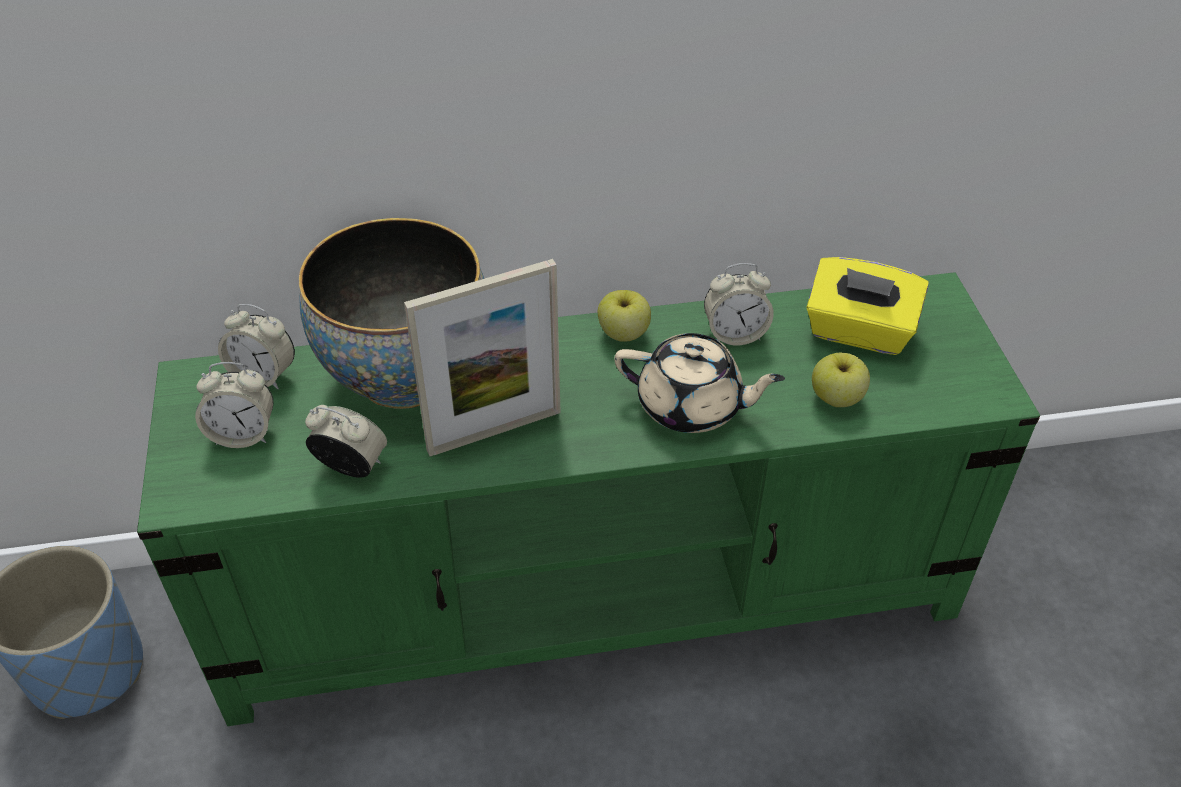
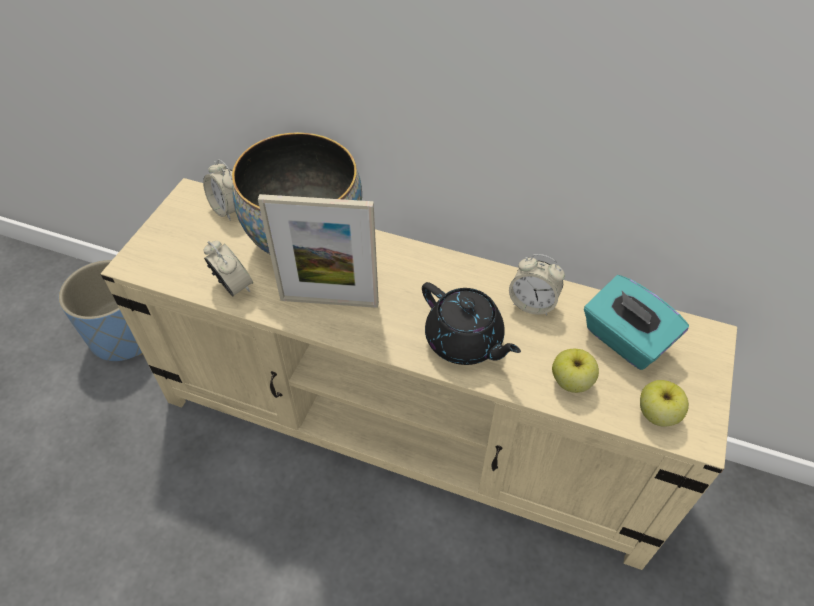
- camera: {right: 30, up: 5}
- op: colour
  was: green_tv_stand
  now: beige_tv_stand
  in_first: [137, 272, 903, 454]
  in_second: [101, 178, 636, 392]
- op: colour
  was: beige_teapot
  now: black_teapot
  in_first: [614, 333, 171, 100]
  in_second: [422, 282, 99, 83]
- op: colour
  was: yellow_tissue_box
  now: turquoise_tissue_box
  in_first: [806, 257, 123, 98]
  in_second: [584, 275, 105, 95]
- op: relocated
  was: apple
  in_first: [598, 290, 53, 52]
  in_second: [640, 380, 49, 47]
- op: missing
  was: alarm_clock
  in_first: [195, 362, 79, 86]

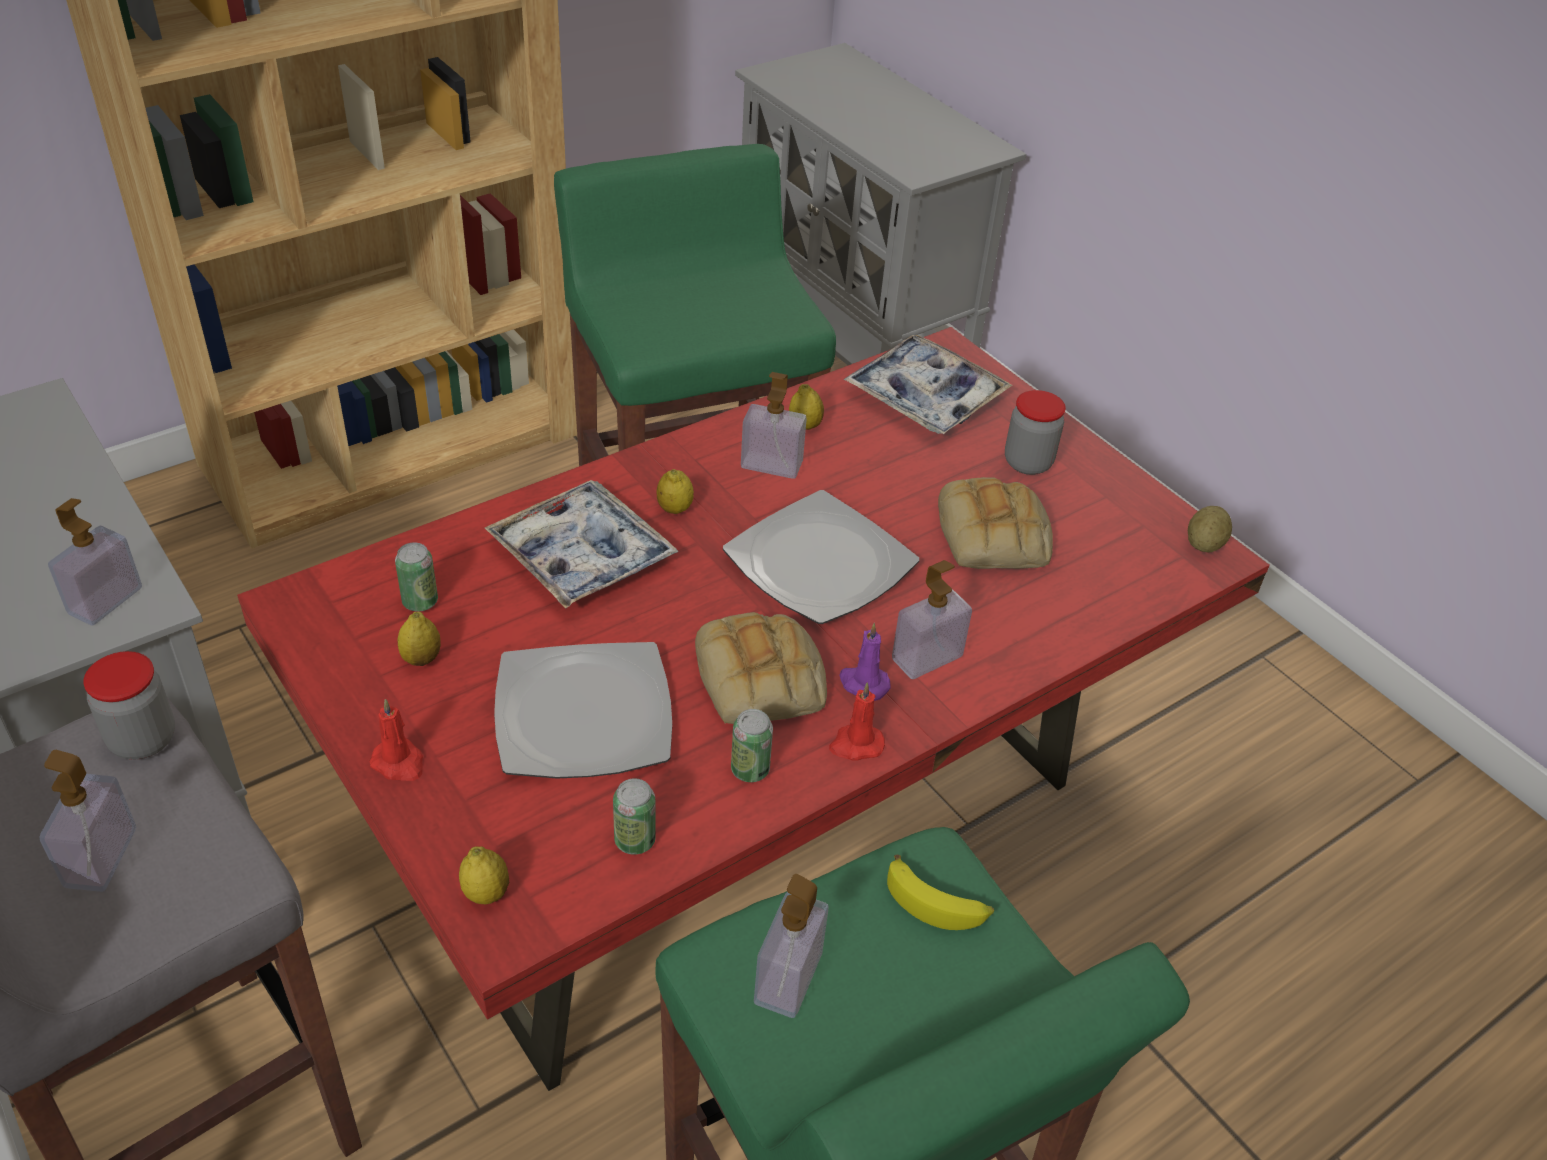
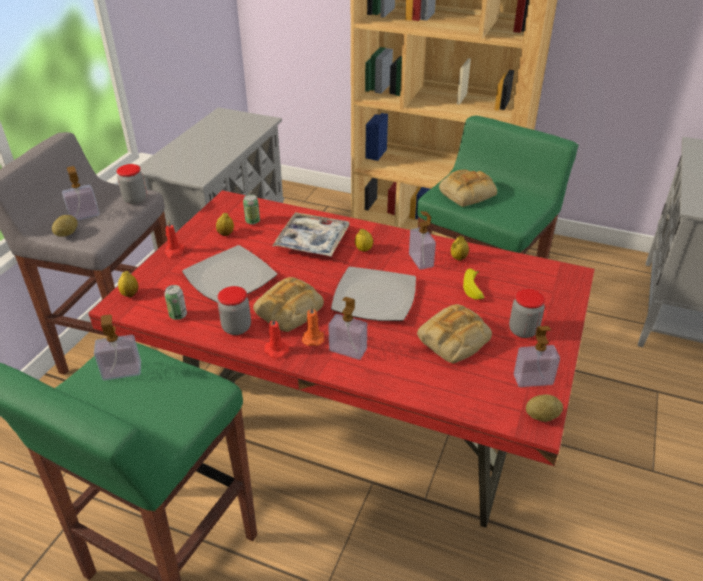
- camera: {right: 60, up: -5}
- op: appeared
  now: potato
  in_second: [52, 215, 25, 22]
- op: exchanged
  was: can
  now: jar
  in_first: [731, 709, 42, 73]
  in_second: [218, 286, 33, 49]
- op: colour
  was: purple_candle
  now: orange_candle
  in_first: [839, 623, 52, 78]
  in_second: [302, 305, 22, 41]
- op: appeared
  now: bread
  in_second: [439, 170, 58, 37]
- op: relocated
  was: banana
  in_first: [887, 855, 107, 75]
  in_second: [463, 269, 21, 31]
- op: relocated
  was: soap_dispenser
  in_first: [48, 498, 94, 128]
  in_second: [514, 326, 46, 61]
- op: missing
  was: tray
  in_first: [843, 334, 169, 100]

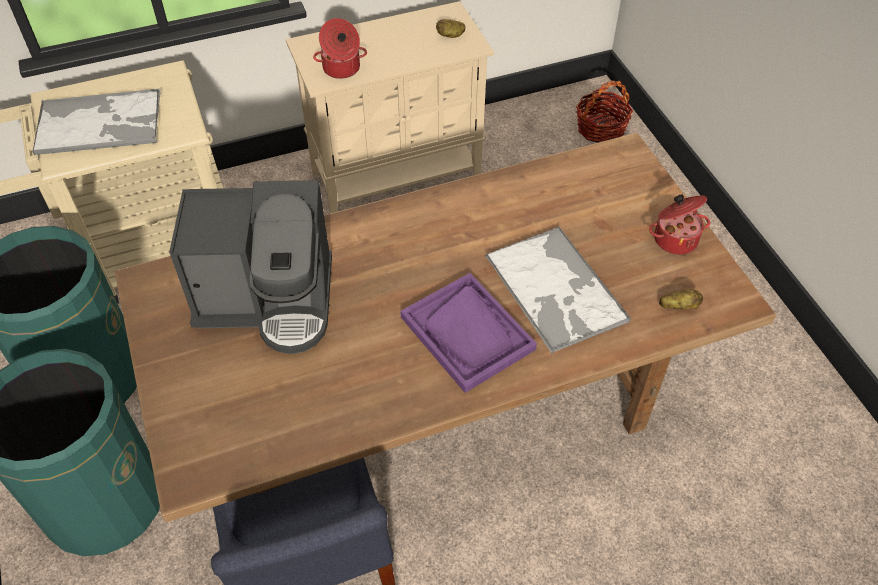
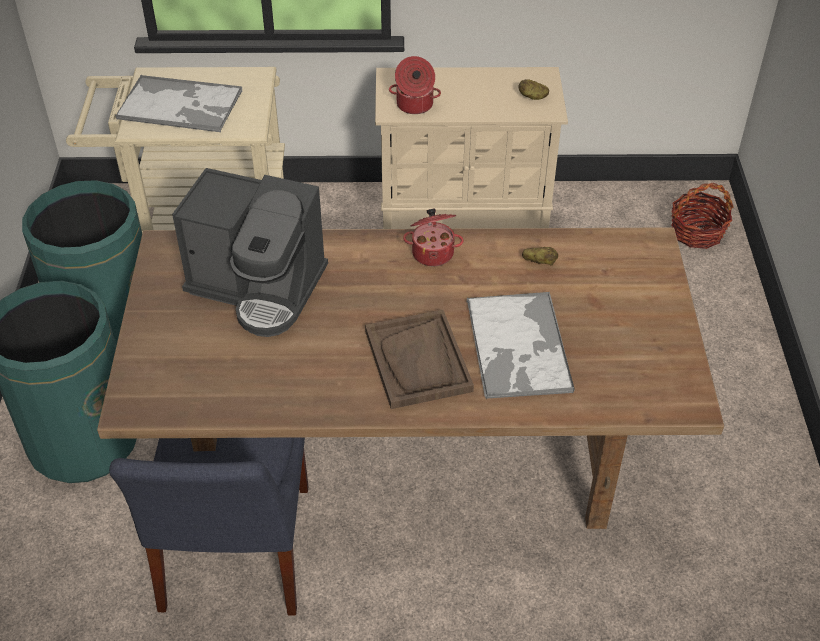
- camera: {right: 20, up: -5}
- op: colour
  was: purple_tray
  now: brown_tray
  in_first: [400, 273, 137, 120]
  in_second: [365, 310, 109, 99]
- op: relocated
  was: cooking_pot
  in_first: [649, 194, 61, 61]
  in_second: [403, 208, 61, 58]
- op: relocated
  was: potato
  in_first: [659, 289, 44, 20]
  in_second: [522, 247, 36, 18]

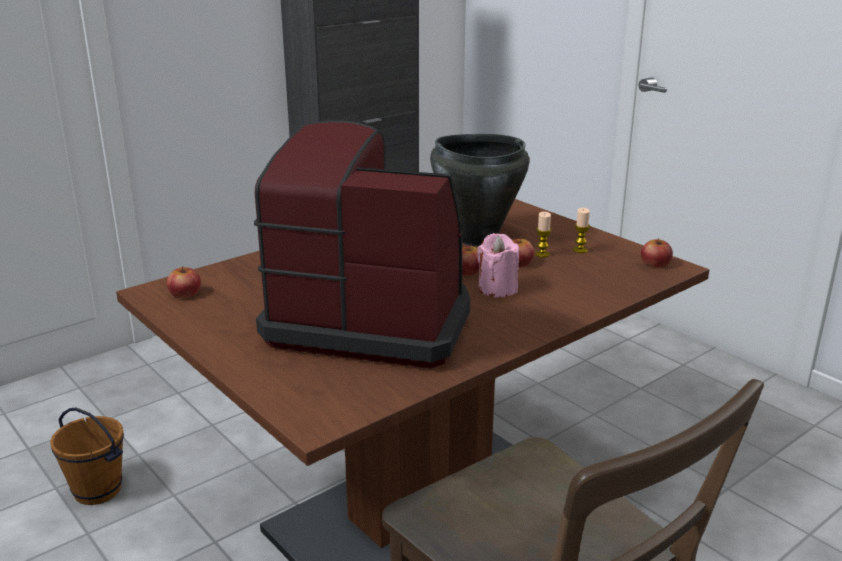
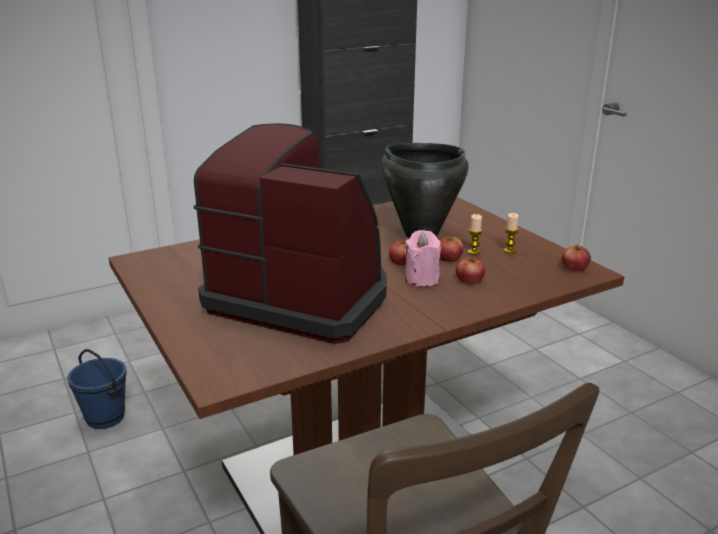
- camera: {right: 10, up: 0}
- op: colour
  was: brown_bucket
  now: blue_bucket
  in_first: [50, 408, 74, 97]
  in_second: [67, 349, 60, 80]
- op: relocated
  was: apple
  in_first: [167, 266, 34, 32]
  in_second: [456, 256, 29, 28]

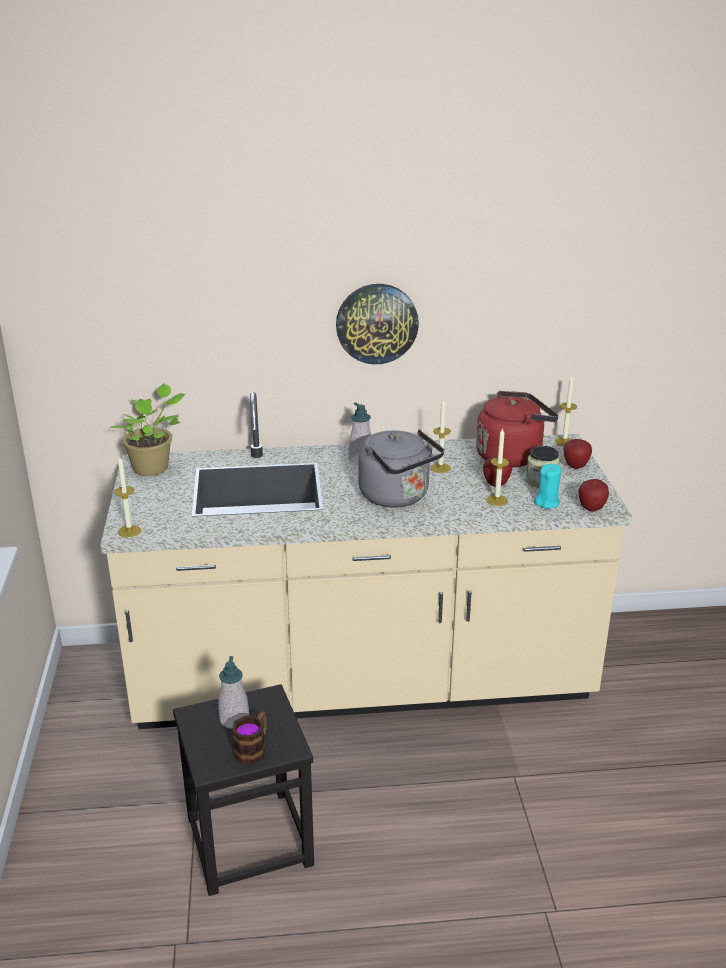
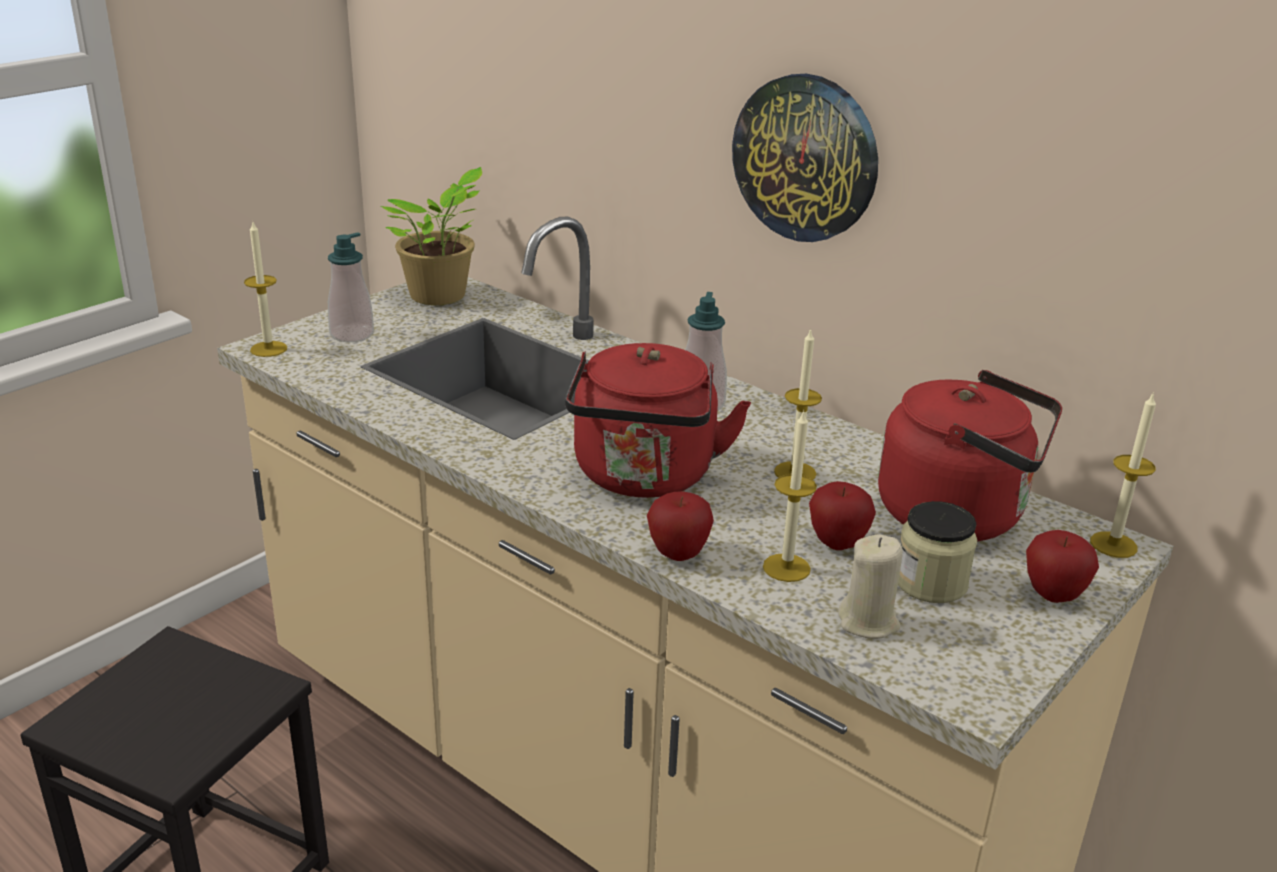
- camera: {right: 45, up: 0}
- op: relocated
  was: soap_dispenser
  in_first: [218, 656, 31, 73]
  in_second: [328, 232, 46, 110]
- op: colour
  was: grey_kettle
  now: red_kettle
  in_first: [358, 429, 86, 79]
  in_second: [565, 343, 186, 155]
- op: relocated
  was: apple
  in_first: [579, 479, 30, 33]
  in_second: [647, 491, 67, 70]
- op: colour
  was: turquoise_candle
  now: beige_candle
  in_first: [534, 464, 27, 45]
  in_second: [838, 535, 65, 104]
- op: missing
  was: mug
  in_first: [232, 711, 35, 53]

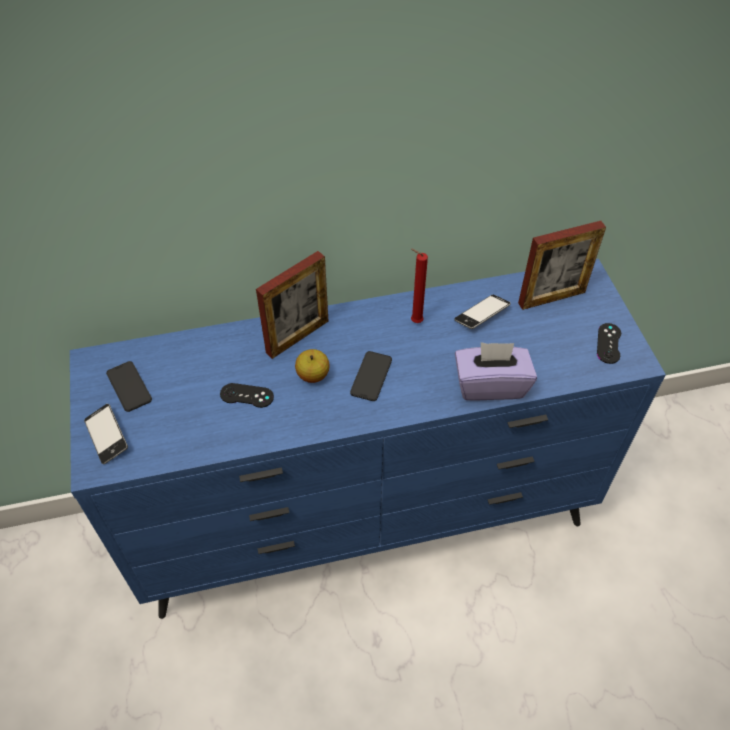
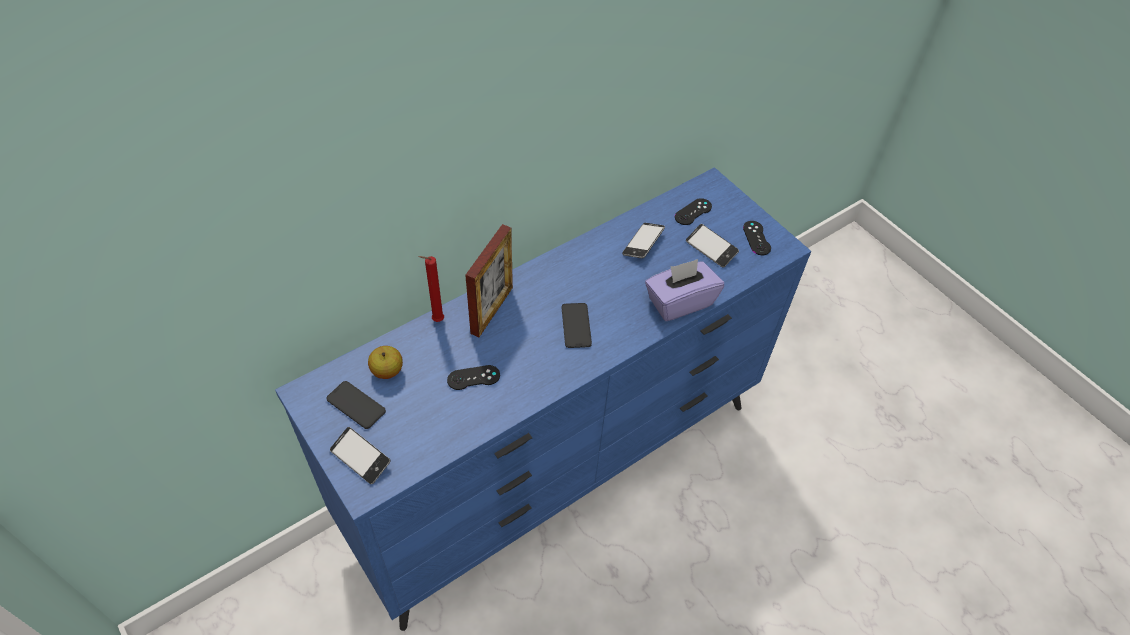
- camera: {right: -25, up: 0}
- op: relocated
  was: apple
  in_first: [295, 349, 34, 34]
  in_second: [368, 346, 35, 33]
- op: relocated
  was: red_candle
  in_first: [411, 249, 17, 74]
  in_second: [418, 256, 26, 66]
- op: exchanged
  was: picture_frame
  now: black_game_controller
  in_first: [518, 221, 88, 89]
  in_second: [675, 198, 37, 27]
- op: appeared
  now: phone
  in_second: [686, 224, 53, 44]

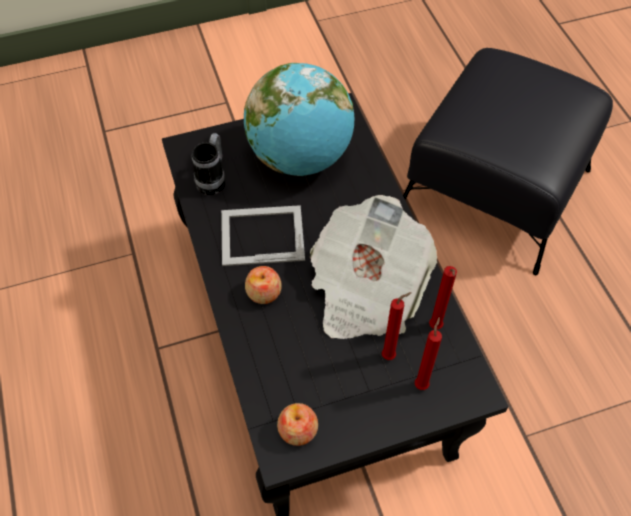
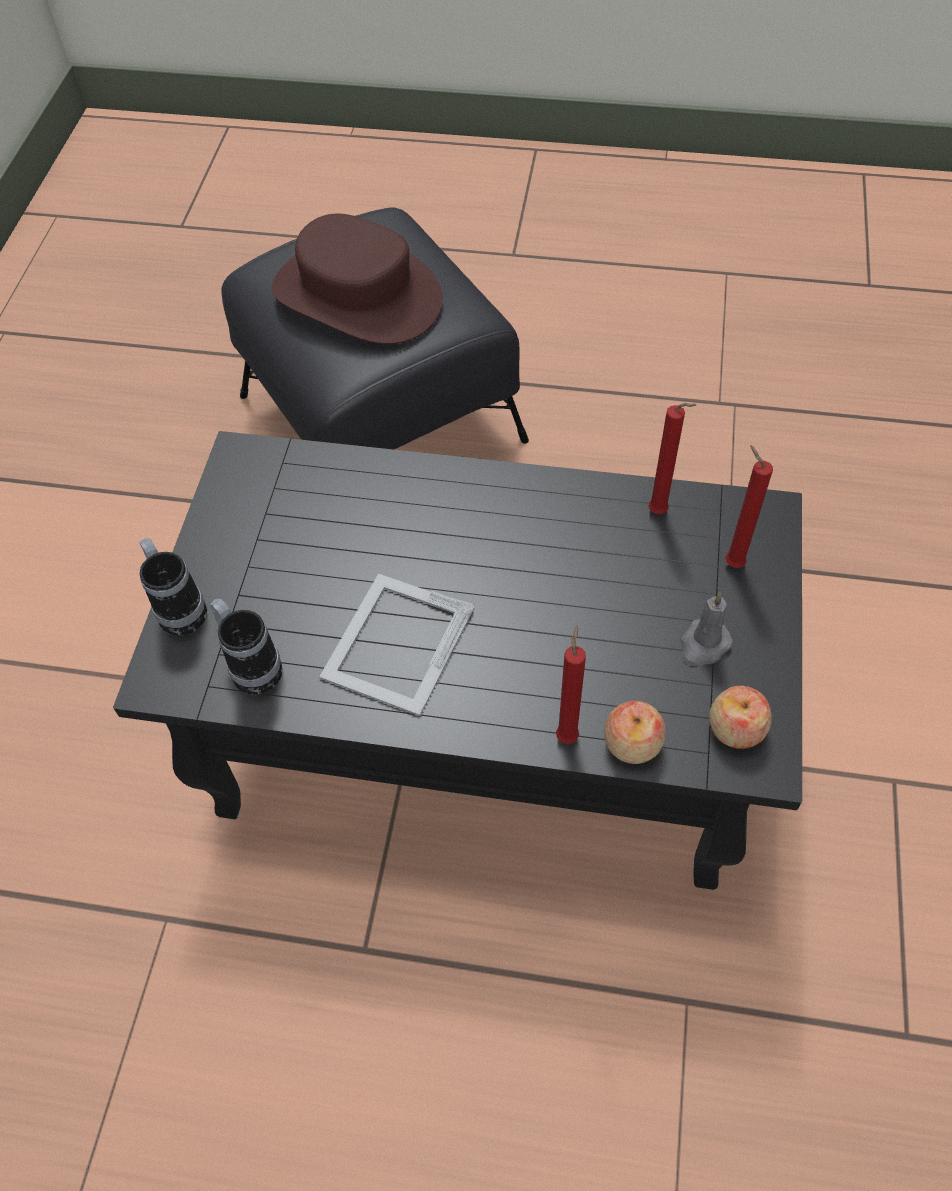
- camera: {right: -60, up: 0}
- op: appeared
  now: mug
  in_second: [140, 539, 67, 97]
- op: appeared
  now: brown_hat
  in_second: [272, 214, 171, 130]
- op: relocated
  was: red_candle
  in_first: [382, 292, 30, 68]
  in_second: [556, 625, 30, 119]
- op: relocated
  was: apple
  in_first: [245, 266, 37, 38]
  in_second: [604, 701, 62, 63]
- op: appeared
  now: grey_candle
  in_second: [680, 592, 53, 74]
- op: missing
  was: globe
  in_first: [244, 63, 110, 113]
- op: missing
  was: newspaper
  in_first: [309, 195, 128, 144]

